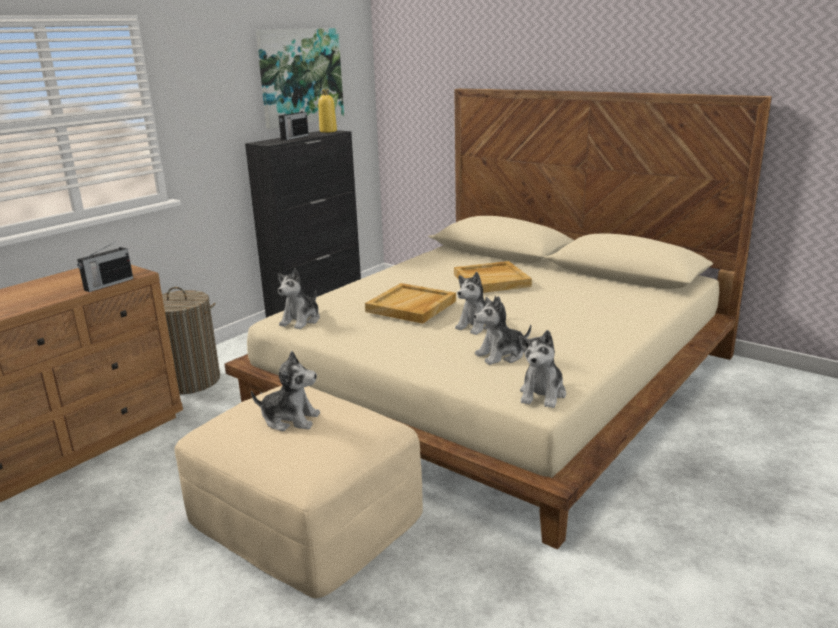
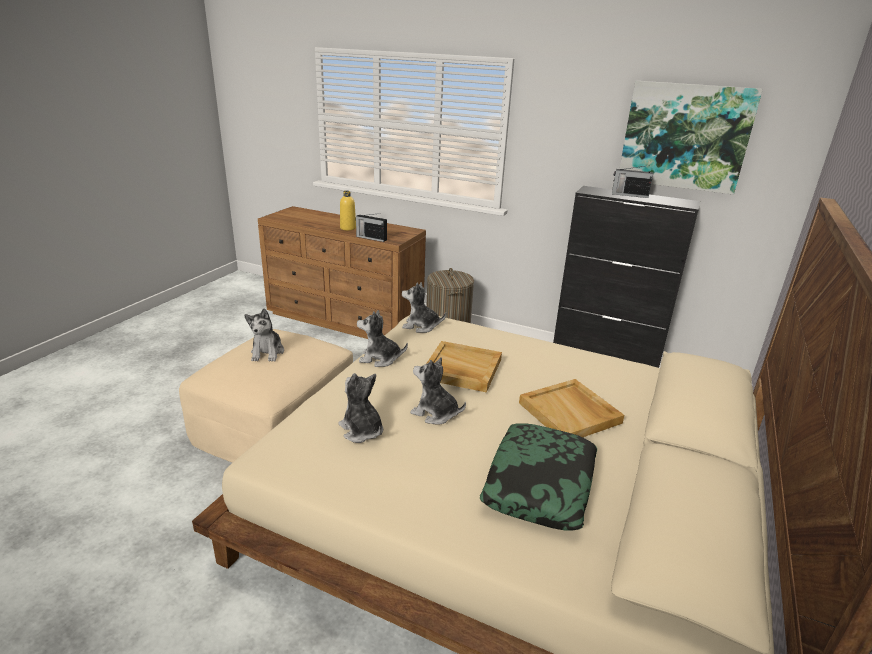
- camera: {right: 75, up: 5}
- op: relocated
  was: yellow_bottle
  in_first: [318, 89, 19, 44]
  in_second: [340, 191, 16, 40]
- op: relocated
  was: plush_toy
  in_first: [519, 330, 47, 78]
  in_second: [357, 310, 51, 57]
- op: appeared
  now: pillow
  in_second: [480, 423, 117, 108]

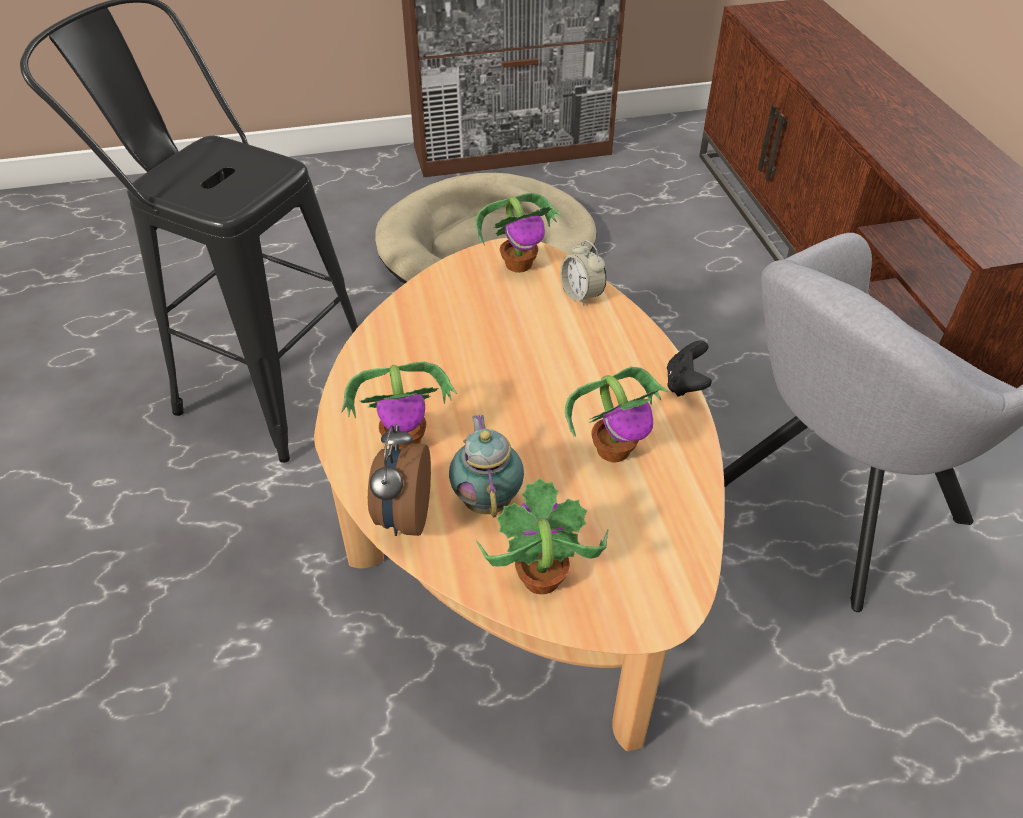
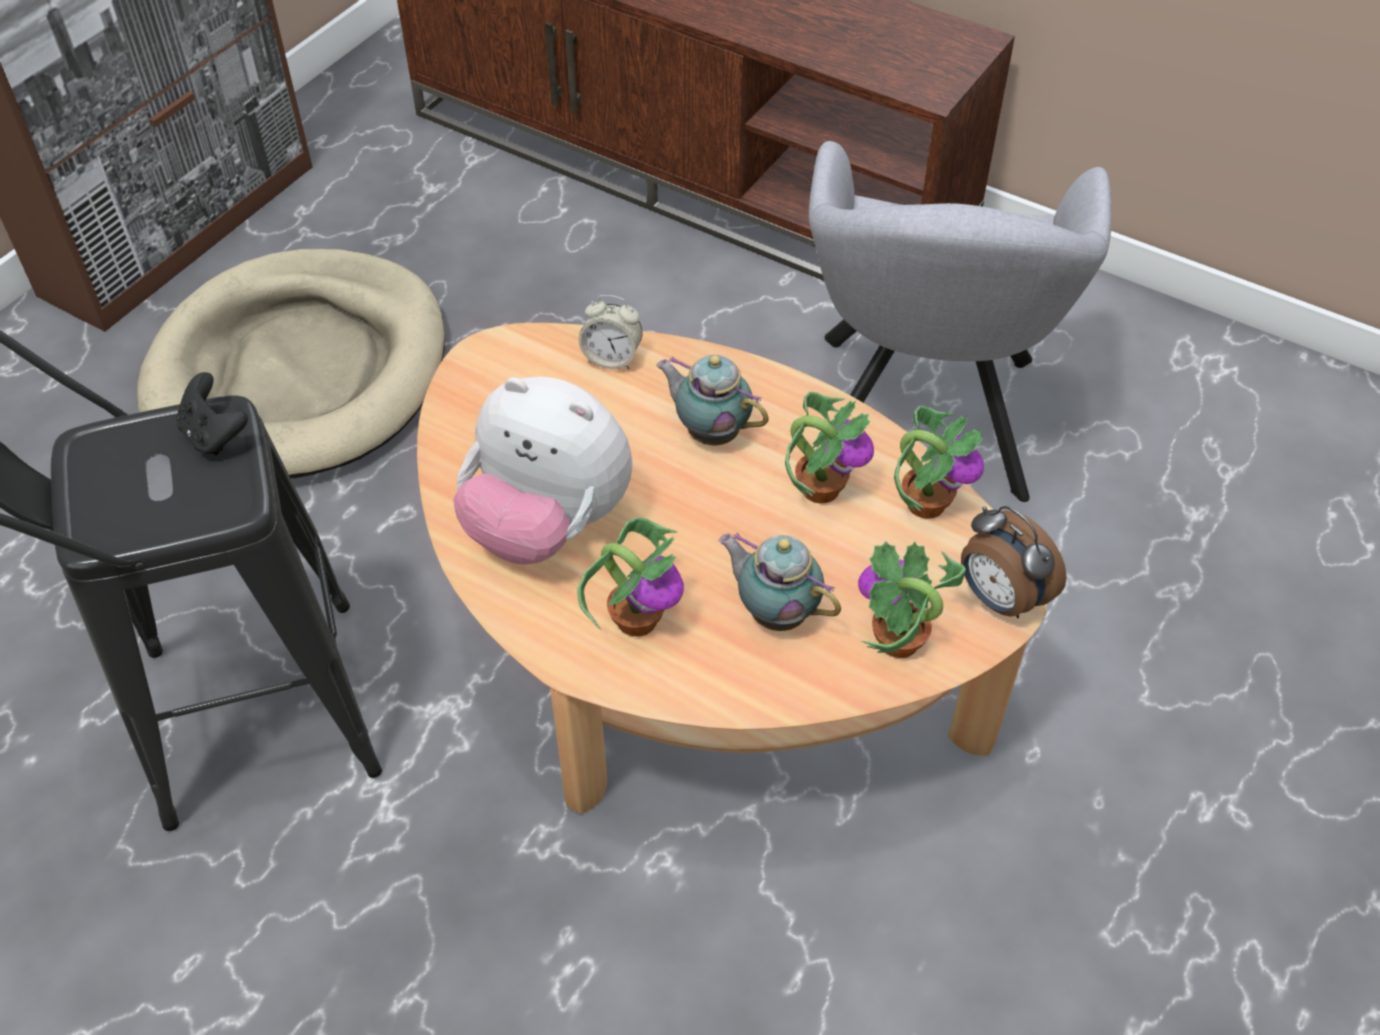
- camera: {right: -45, up: 5}
- op: relocated
  was: black_game_controller
  in_first: [667, 341, 45, 56]
  in_second: [176, 372, 72, 84]
- op: appeared
  now: plush_toy
  in_second: [453, 377, 179, 188]
- op: appeared
  now: teapot
  in_second: [656, 355, 113, 90]
- op: relocated
  was: potted_plant
  in_first: [475, 193, 87, 80]
  in_second: [894, 406, 90, 113]
- op: relocated
  was: alarm_clock
  in_first: [368, 424, 63, 112]
  in_second: [961, 506, 106, 112]

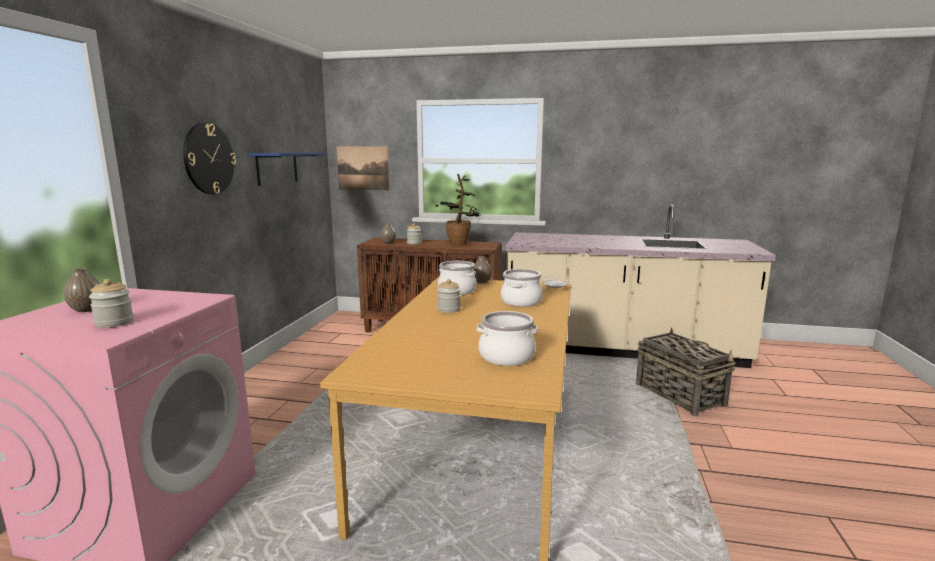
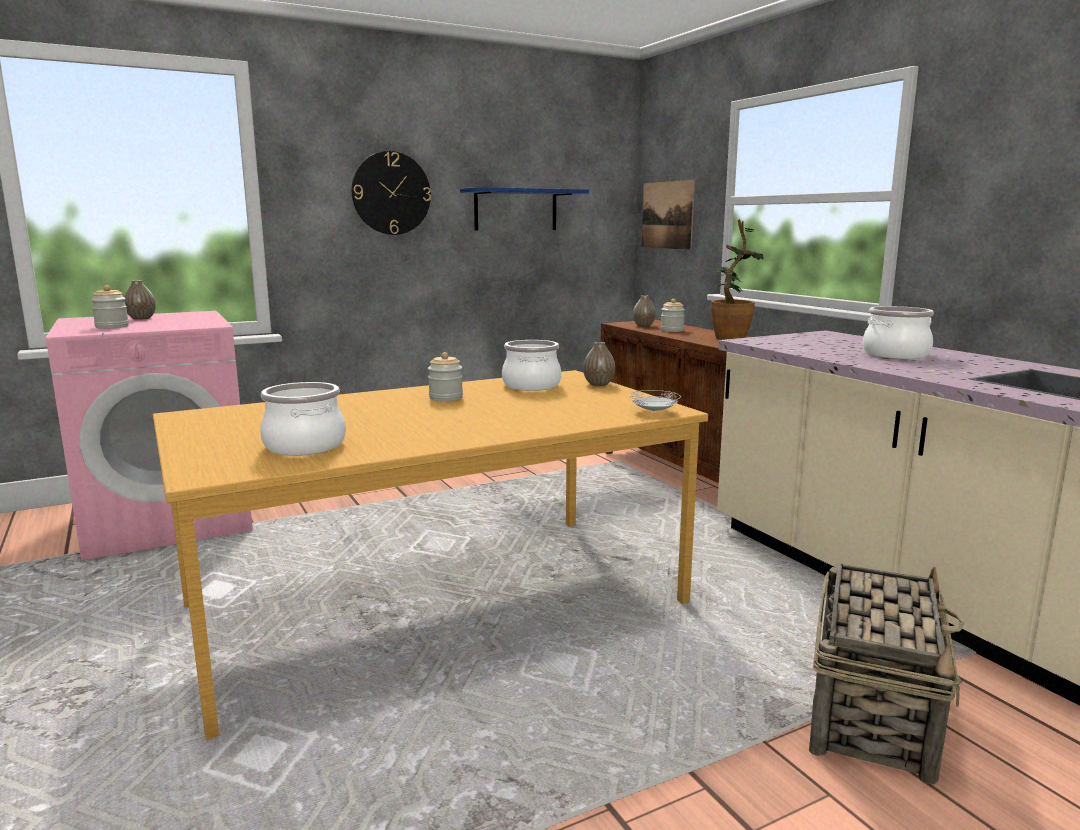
- camera: {right: 50, up: 0}
- op: relocated
  was: cooking_pot
  in_first: [501, 269, 42, 38]
  in_second: [863, 306, 71, 53]

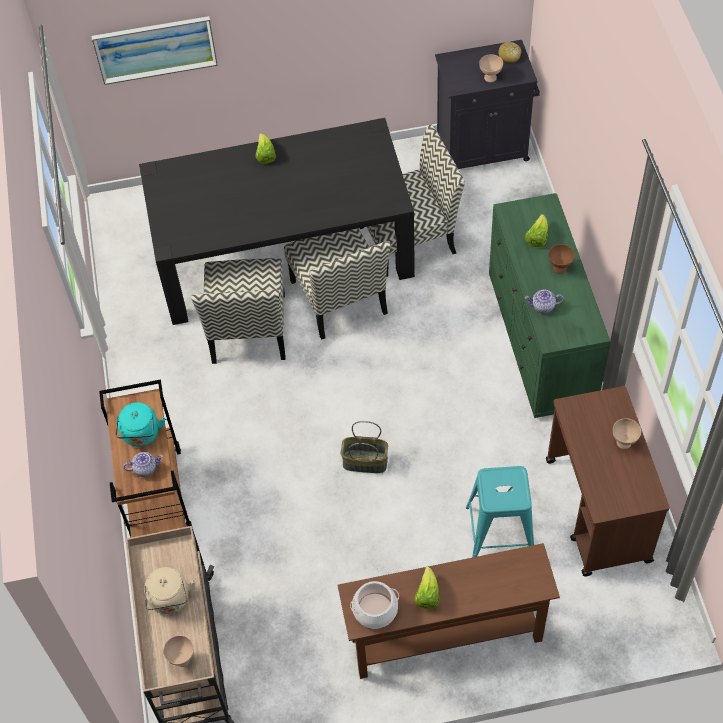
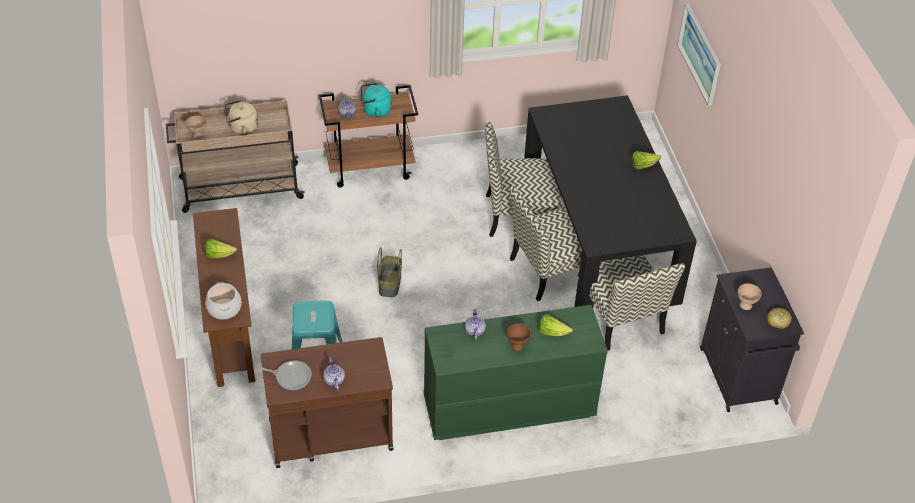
- camera: {right: 85, up: -10}
- op: relocated
  was: cooking_pot
  in_first: [350, 581, 49, 48]
  in_second: [205, 282, 37, 37]
- op: appeared
  now: frying_pan
  in_second: [258, 360, 54, 30]
- op: exchanged
  was: beige_bowl
  now: teapot
  in_first: [612, 418, 29, 31]
  in_second: [323, 357, 22, 33]

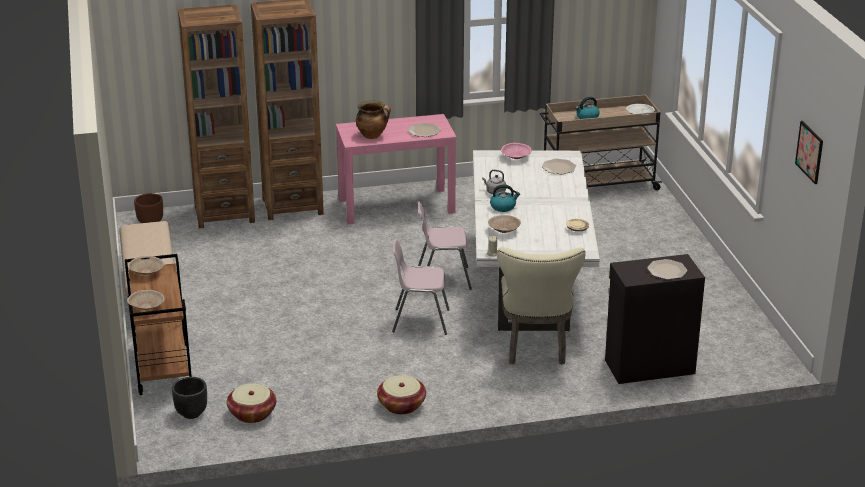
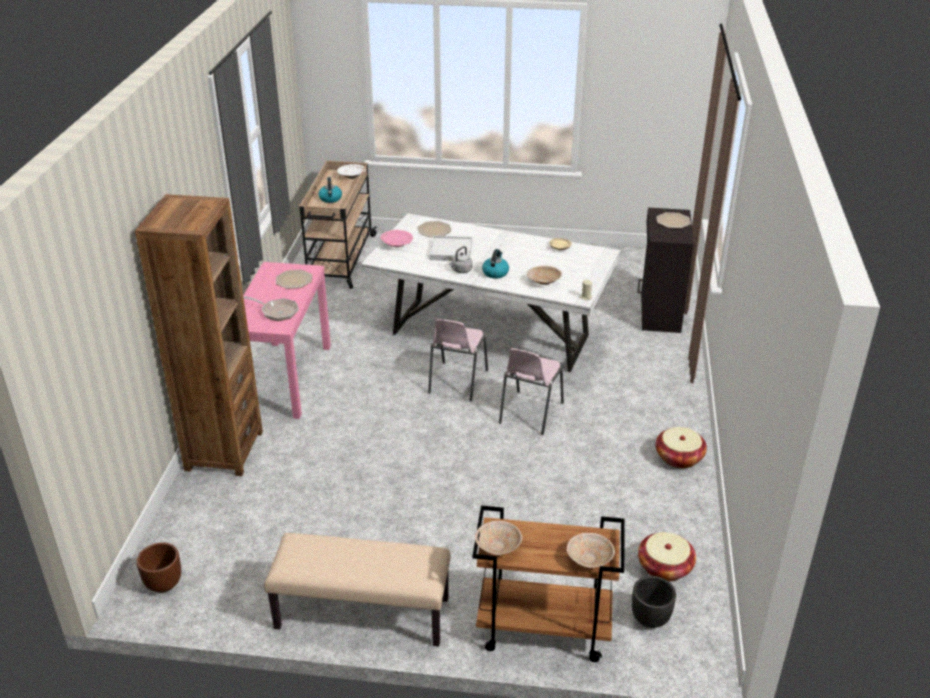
- camera: {right: -70, up: 5}
- op: exchanged
  was: cooking_pot
  now: frying_pan
  in_first: [356, 101, 35, 38]
  in_second: [244, 296, 55, 25]
- op: appeared
  now: white_tray
  in_second: [429, 236, 43, 25]
- op: missing
  was: brown_bookcase
  in_first: [178, 5, 77, 223]
- op: missing
  was: beige_chair
  in_first: [497, 247, 89, 118]
- op: missing
  was: picture
  in_first: [795, 121, 28, 63]

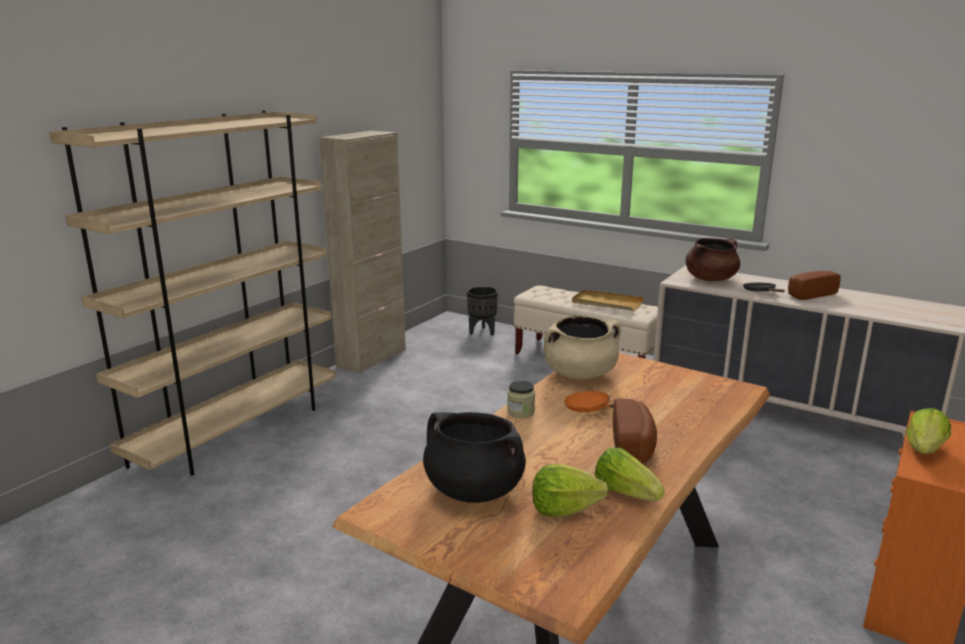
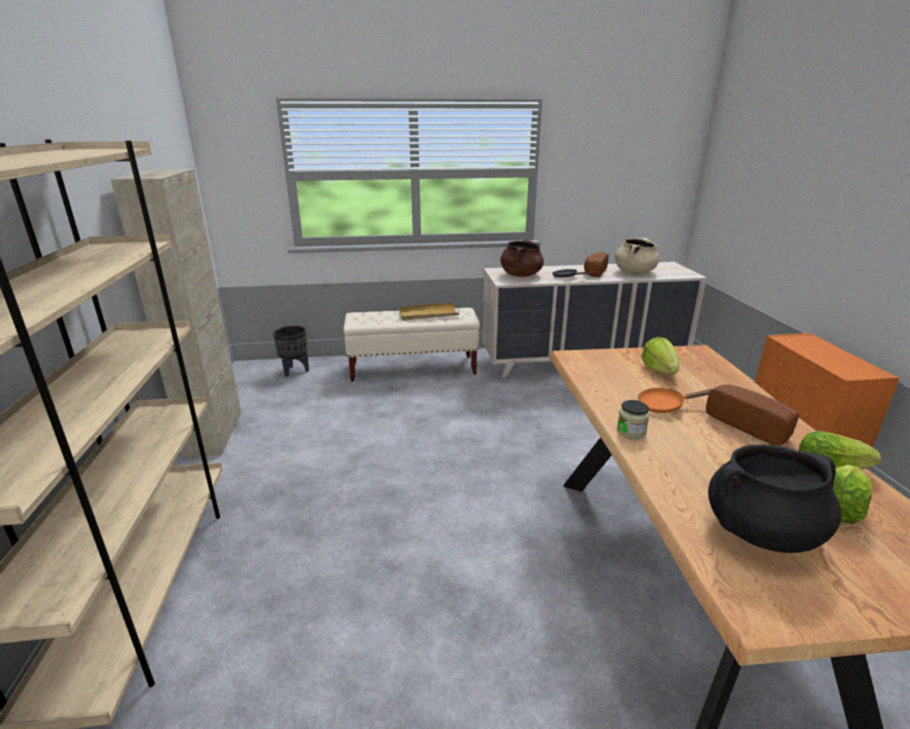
- camera: {right: -40, up: 5}
- op: relocated
  was: beige_cooking_pot
  in_first: [544, 315, 77, 64]
  in_second: [615, 238, 44, 36]
- op: relocated
  was: lettuce
  in_first: [906, 408, 45, 46]
  in_second: [641, 337, 38, 37]

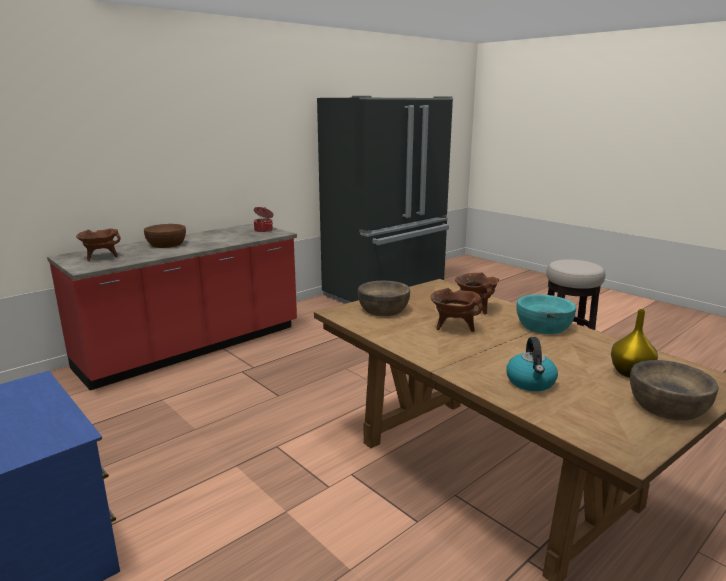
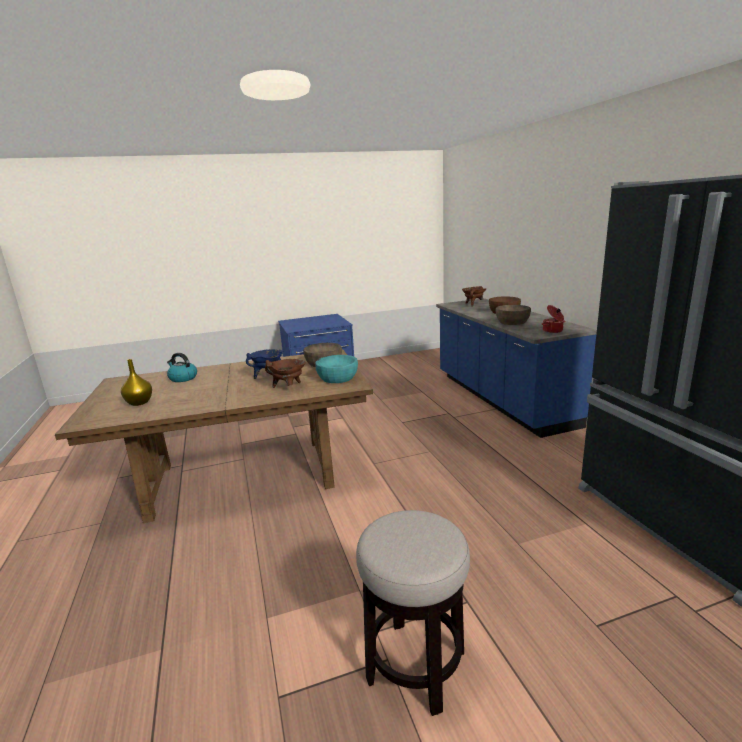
- camera: {right: 115, up: 0}
- op: colour
  was: brown_cooking_pot
  now: blue_cooking_pot
  in_first: [430, 288, 53, 44]
  in_second: [246, 349, 37, 30]
- op: relocated
  was: turquoise_bowl
  in_first: [516, 294, 60, 40]
  in_second: [315, 355, 43, 28]
- op: colour
  was: red_counter
  now: blue_counter
  in_first: [47, 223, 250, 167]
  in_second: [436, 298, 161, 140]
- op: relocated
  was: brown_bowl
  in_first: [630, 360, 89, 61]
  in_second: [496, 305, 35, 20]

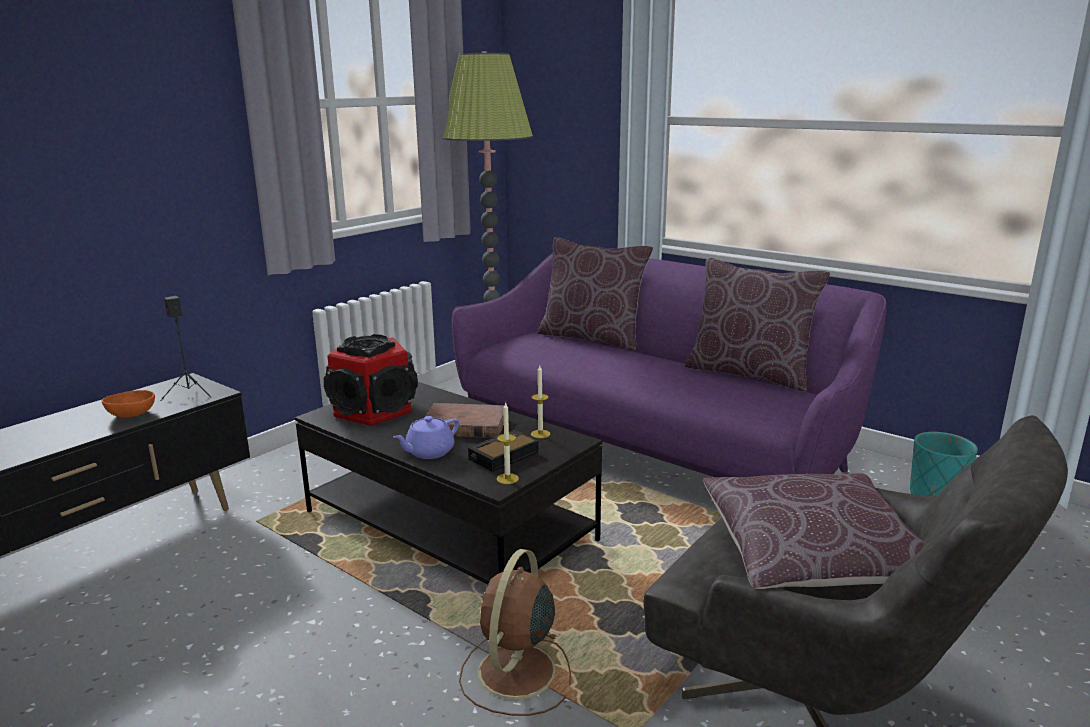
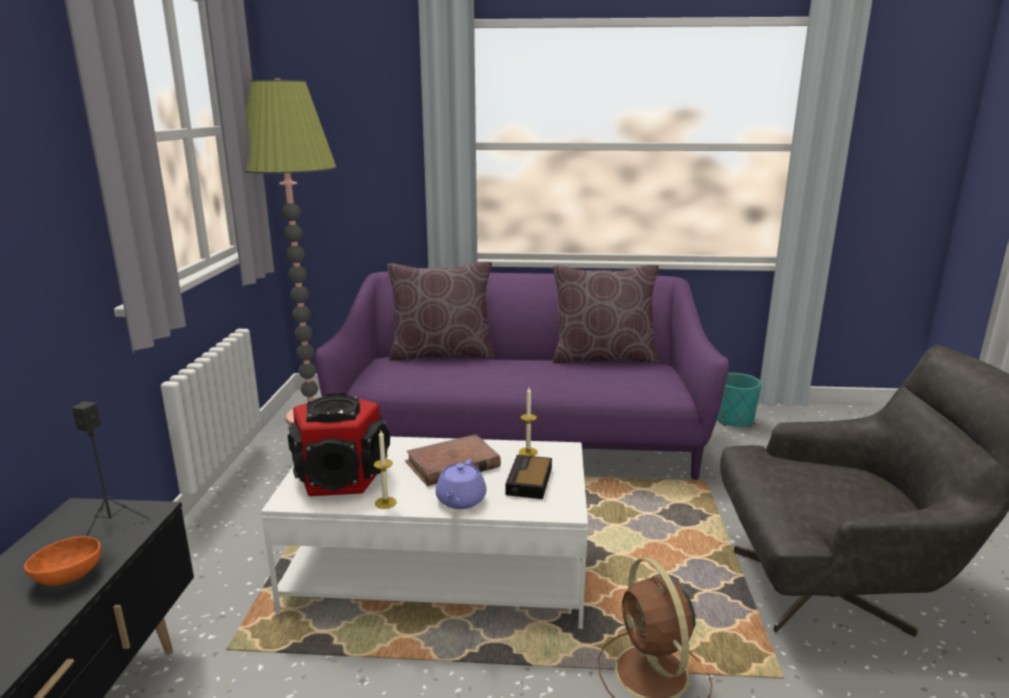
- camera: {right: -35, up: 0}
- op: colour
  was: black_coffee_table
  now: white_coffee_table
  in_first: [295, 382, 307, 203]
  in_second: [261, 436, 327, 193]
- op: relocated
  was: candle
  in_first: [497, 403, 22, 81]
  in_second: [374, 430, 23, 79]
- op: missing
  was: brown_pillow
  in_first: [703, 473, 221, 116]

